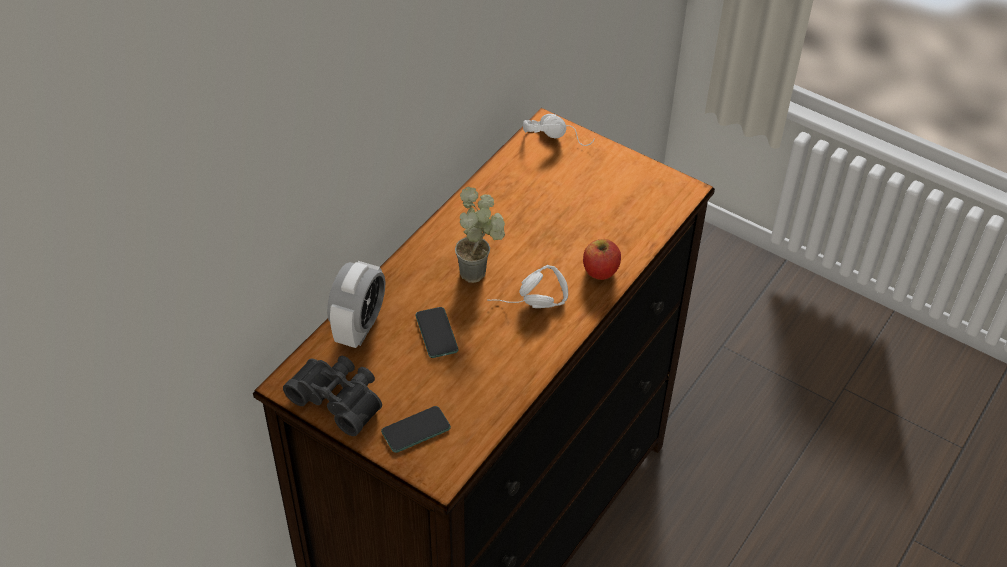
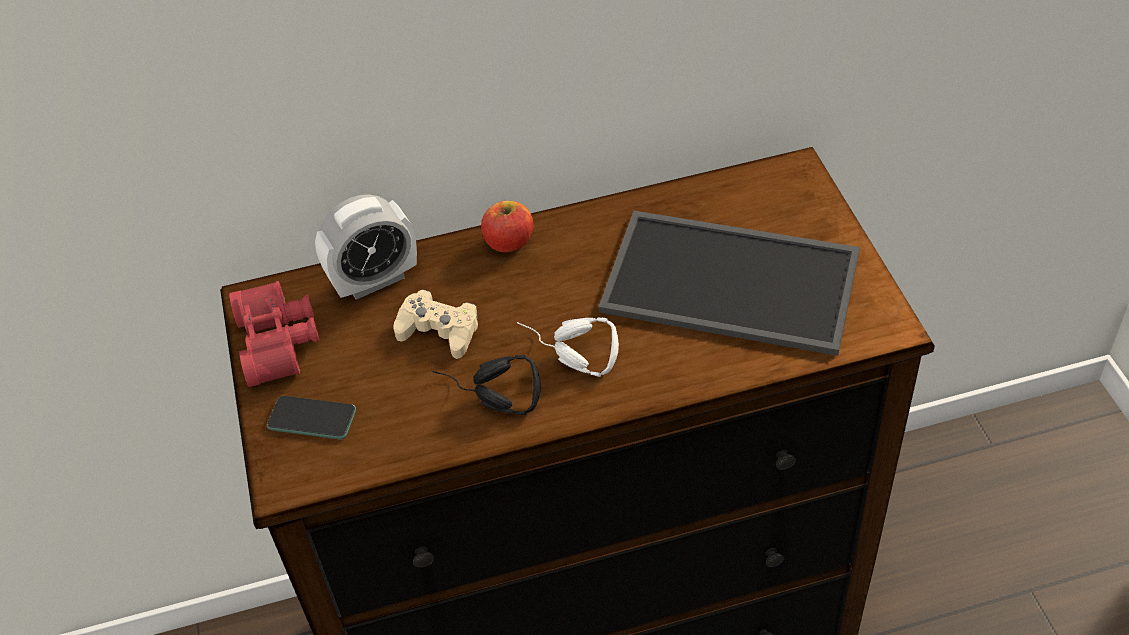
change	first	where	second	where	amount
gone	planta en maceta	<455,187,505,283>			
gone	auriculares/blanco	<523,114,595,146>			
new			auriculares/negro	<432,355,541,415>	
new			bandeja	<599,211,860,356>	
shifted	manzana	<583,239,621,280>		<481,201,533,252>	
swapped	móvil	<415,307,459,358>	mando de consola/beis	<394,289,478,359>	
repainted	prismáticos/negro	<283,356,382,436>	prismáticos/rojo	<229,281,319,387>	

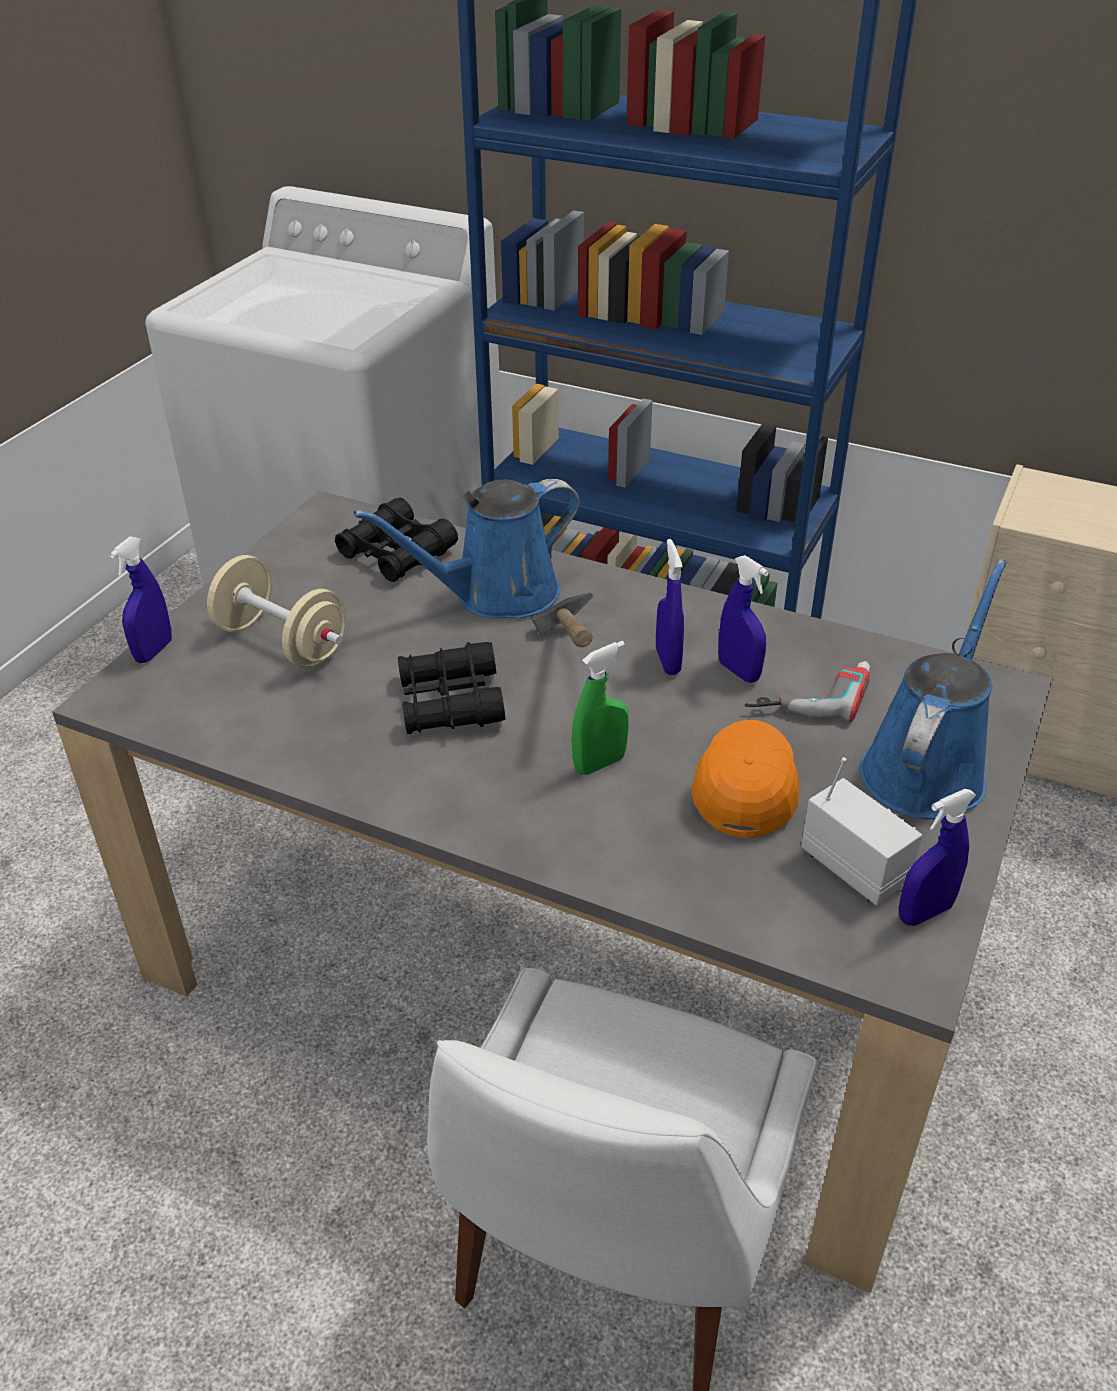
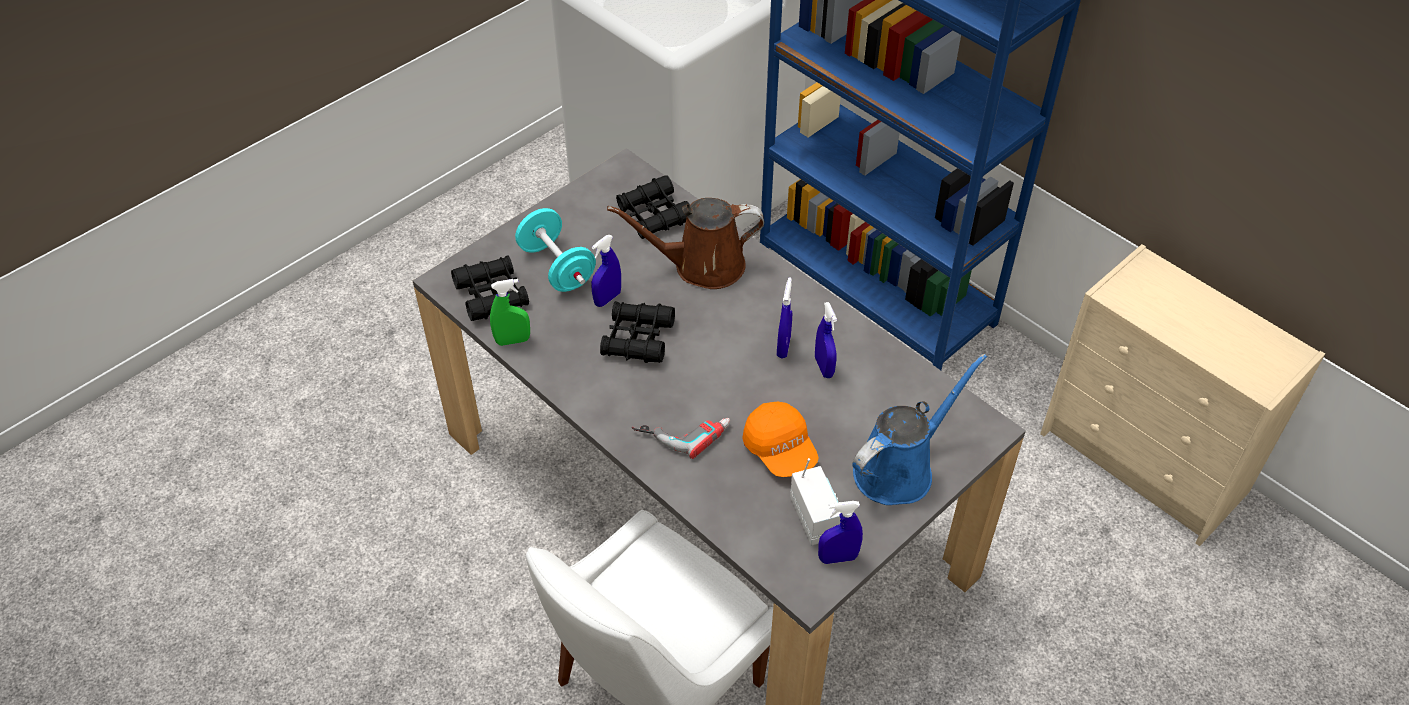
change	first	where	second	where	amount
gone	martillo	<532,592,593,647>			
new			prismáticos/negro	<451,255,529,321>	
shifted	pulverizador/azul	<110,536,172,663>		<591,235,621,307>	
shifted	pulverizador/verde	<571,641,629,775>		<490,279,530,346>	
shifted	taladro	<744,661,871,722>		<631,418,730,459>	
repainted	mancuerna/beis	<207,555,346,669>	mancuerna/turquesa	<515,208,596,292>	
repainted	regadera/azul	<354,479,580,618>	regadera/marrón	<607,198,764,289>	
rotated	gorra/naranja	<691,720,799,838>		<742,402,819,477>	120 degrees clockwise

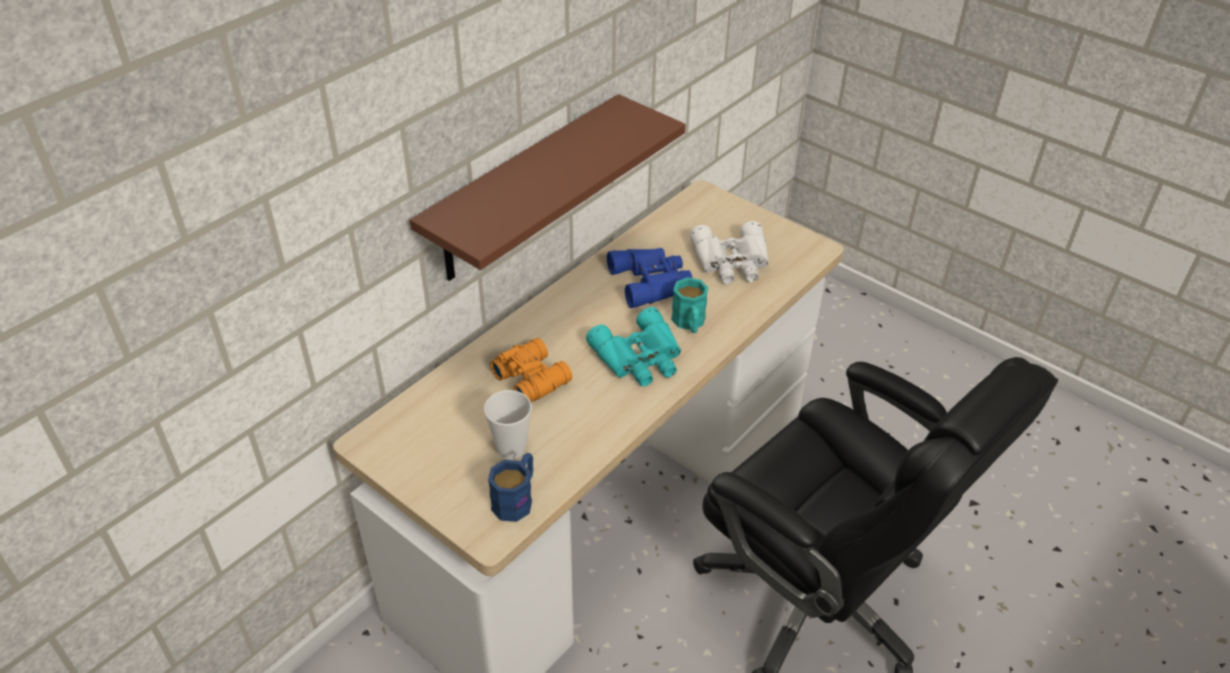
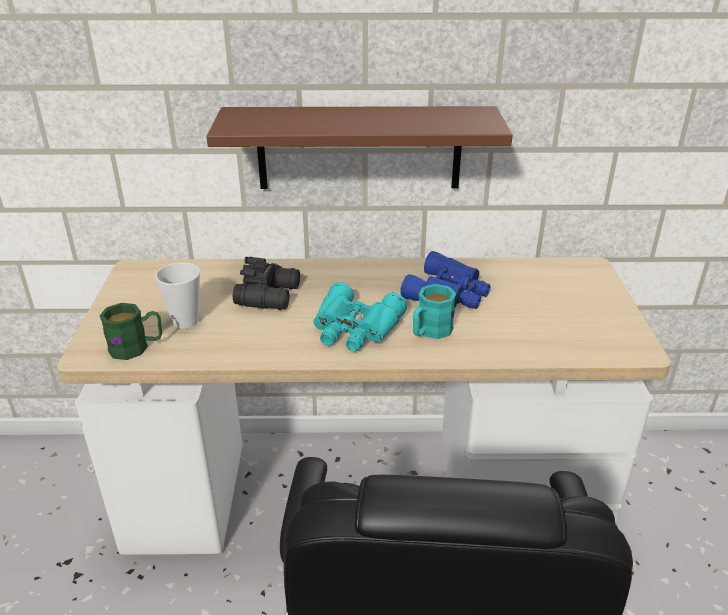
change	first	where	second	where	amount
gone	prismáticos/blanco	<690,221,769,284>			
repainted	taza grande/azul	<488,453,533,522>	taza grande/verde	<99,303,162,360>	
repainted	prismáticos/naranja	<490,338,572,403>	prismáticos/negro	<233,257,300,310>	

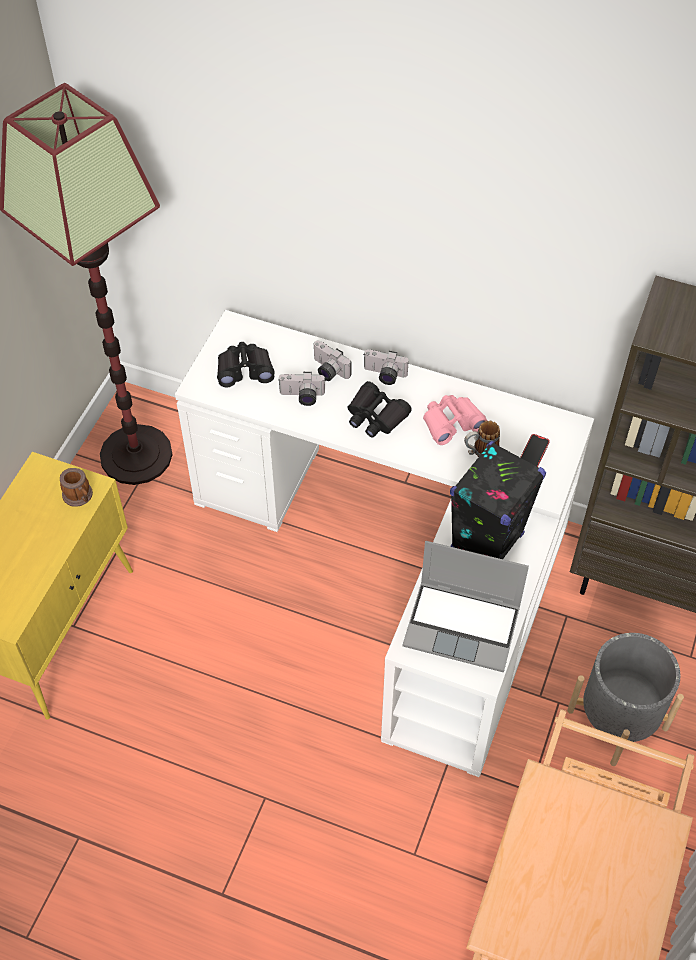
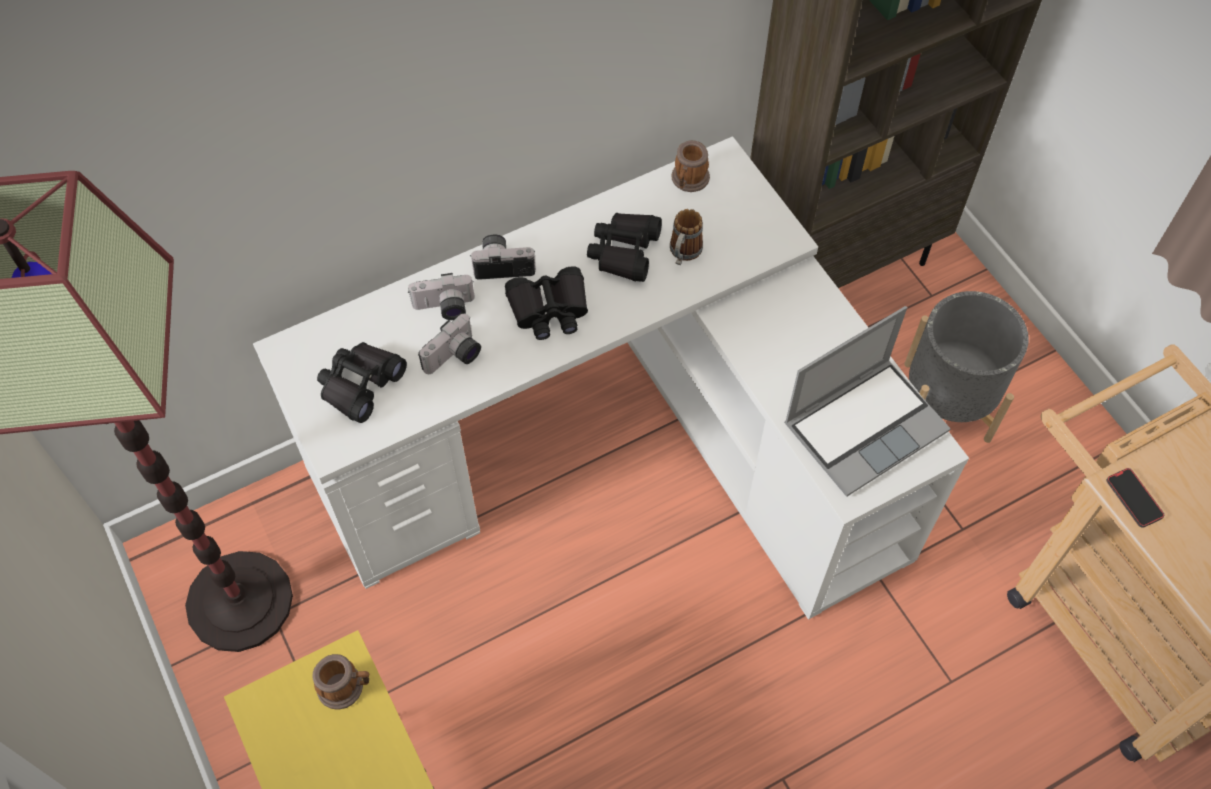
change	first	where	second	where	amount
gone	altavoz/negro	<450,441,546,559>			
new			taza grande	<671,140,710,192>	
shifted	móvil	<520,434,550,467>		<1106,468,1164,528>	
repainted	prismáticos/rosa	<423,395,487,445>	prismáticos/negro	<587,213,662,282>	
rotated	cámara	<364,349,409,385>		<471,234,536,280>	150 degrees counterclockwise

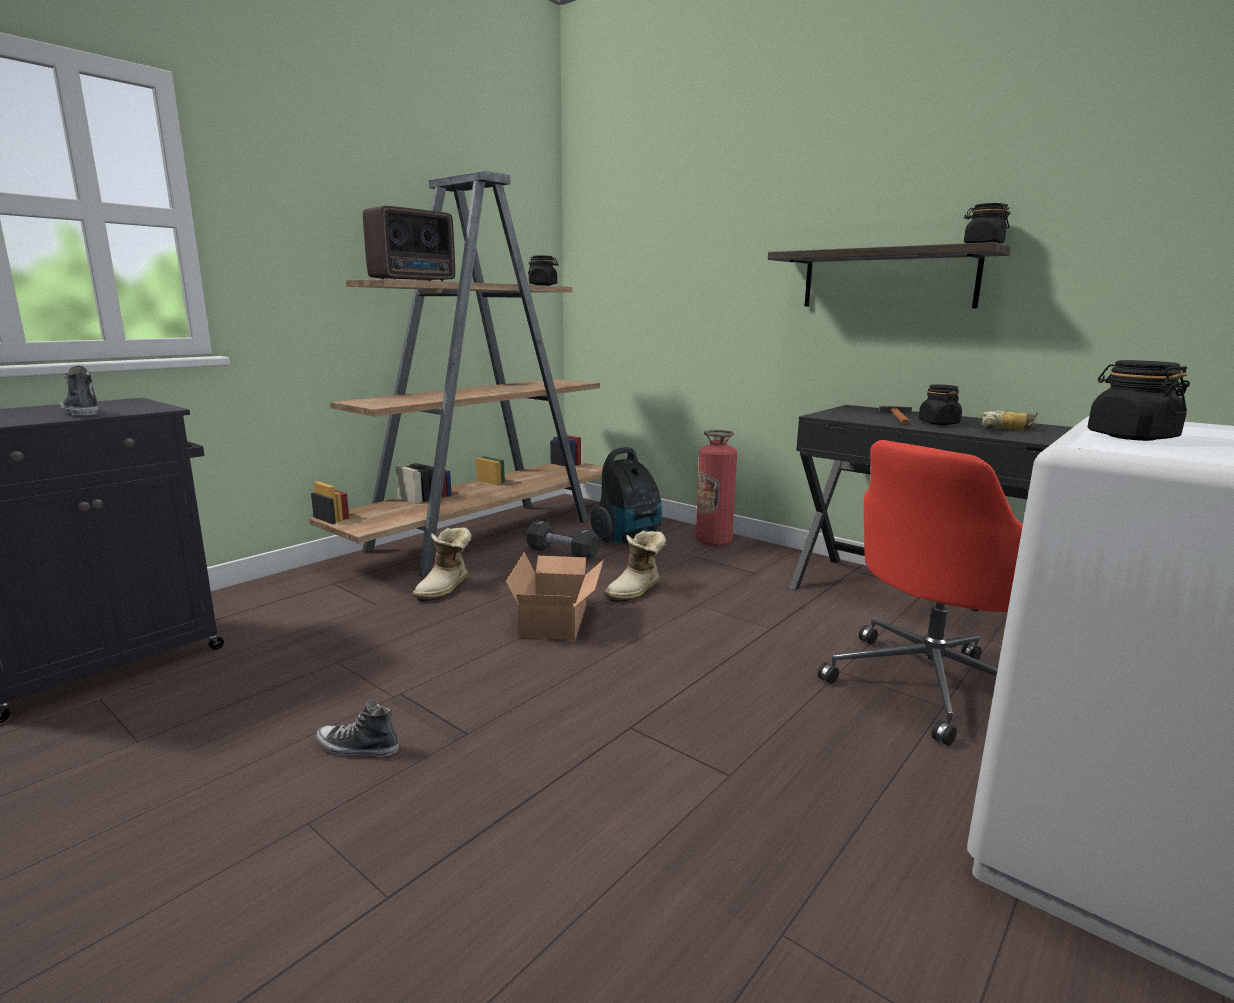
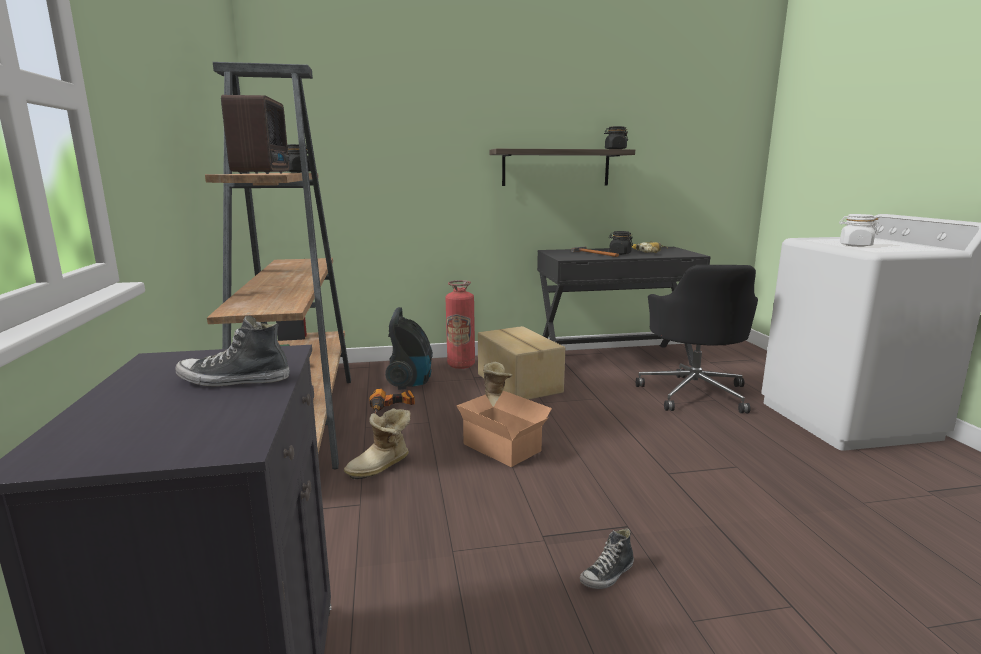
change	first	where	second	where	amount
new			caja de cartón	<478,326,565,400>	
swapped	mancuerna/negro	<526,520,599,561>	taladro	<369,389,415,414>	
repainted	silla de oficina/rojo	<818,440,1023,746>	silla de oficina/negro	<636,265,758,413>	
repainted	tarro/negro	<1087,360,1190,441>	tarro/blanco	<839,214,879,247>	
rotated	bota	<413,528,472,601>		<344,408,410,479>	75 degrees clockwise

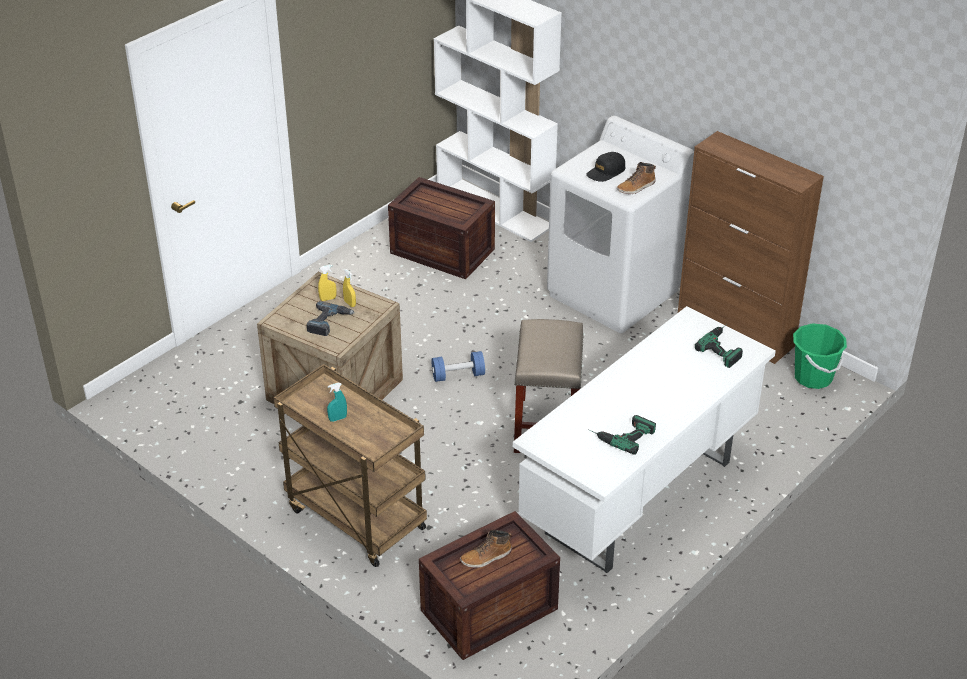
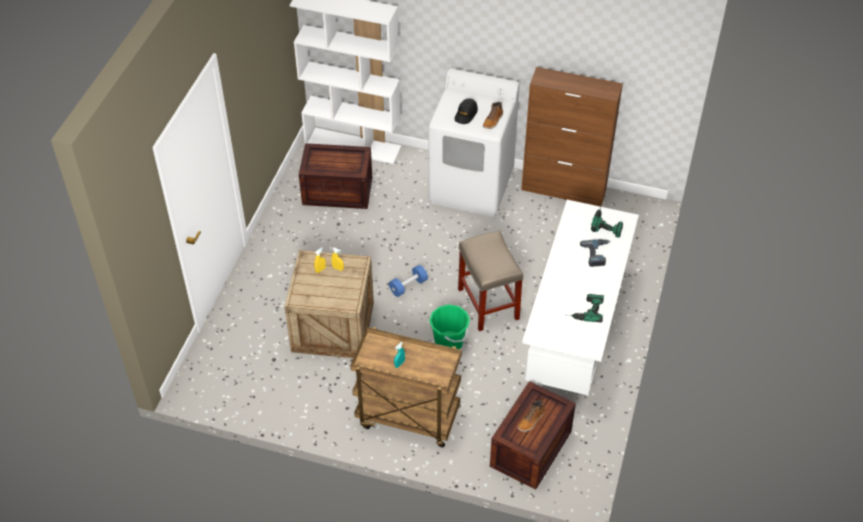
change	first	where	second	where	amount
shifted	taladro	<307,301,355,336>		<580,239,611,267>	
shifted	cubo/verde	<793,323,847,389>		<429,304,470,349>	

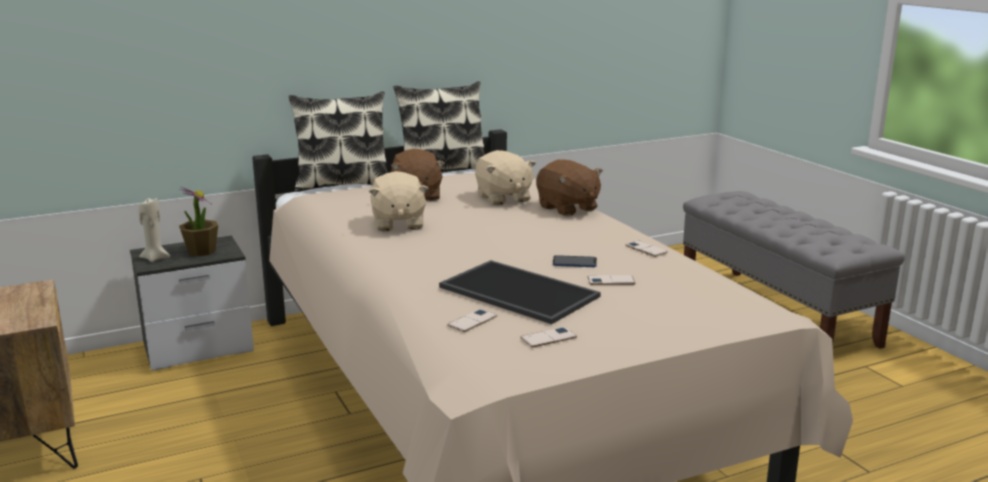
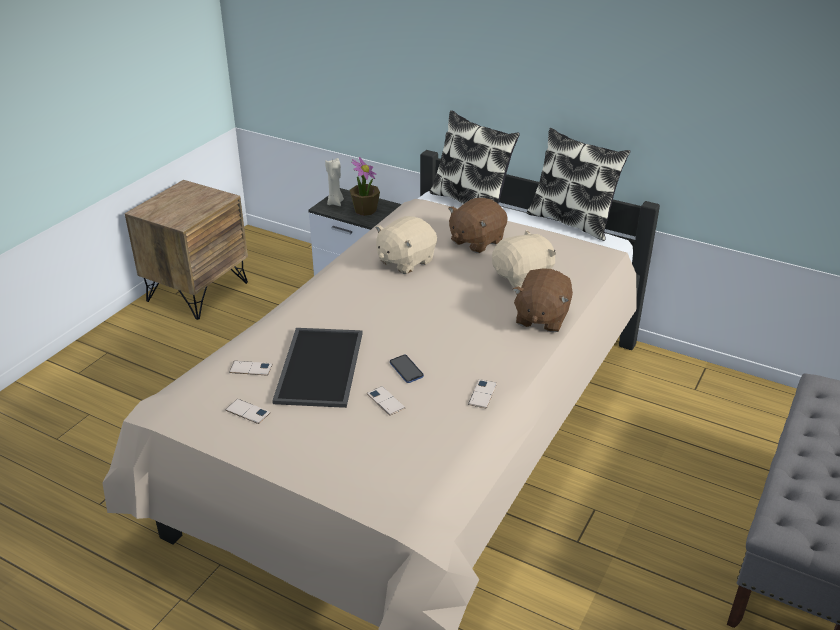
change	first	where	second	where	amount
rotated	peluche/beis	<475,150,536,205>		<492,230,556,288>	150 degrees counterclockwise

